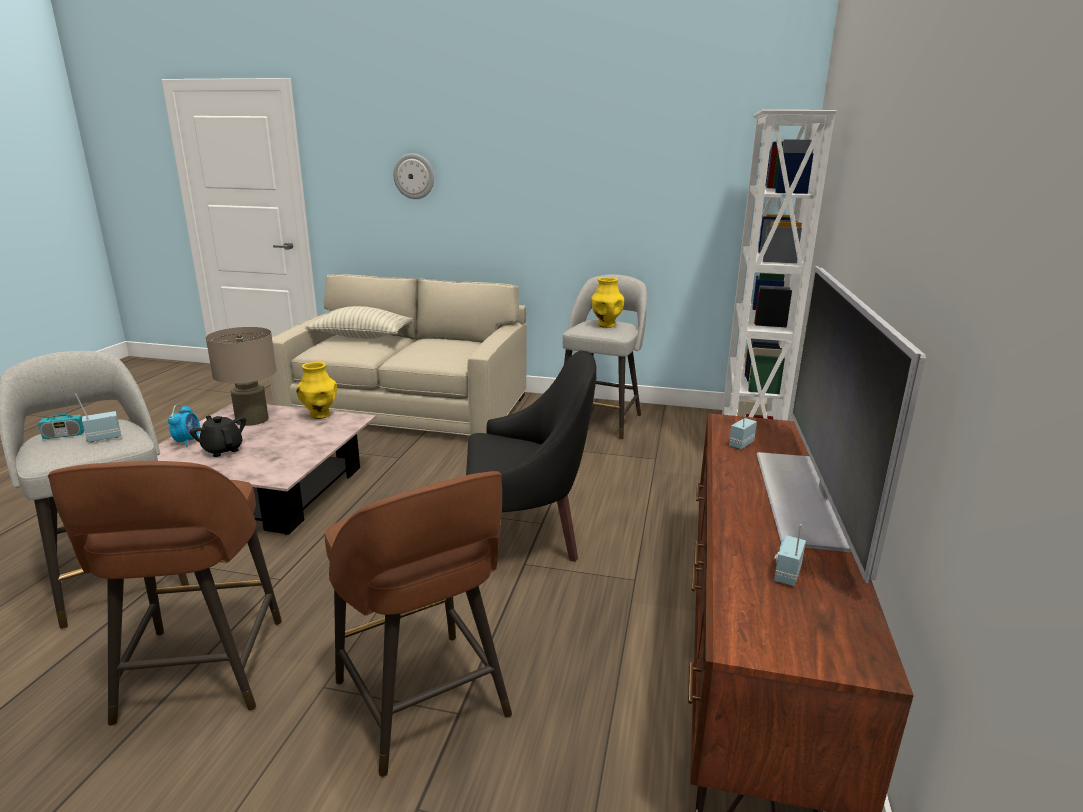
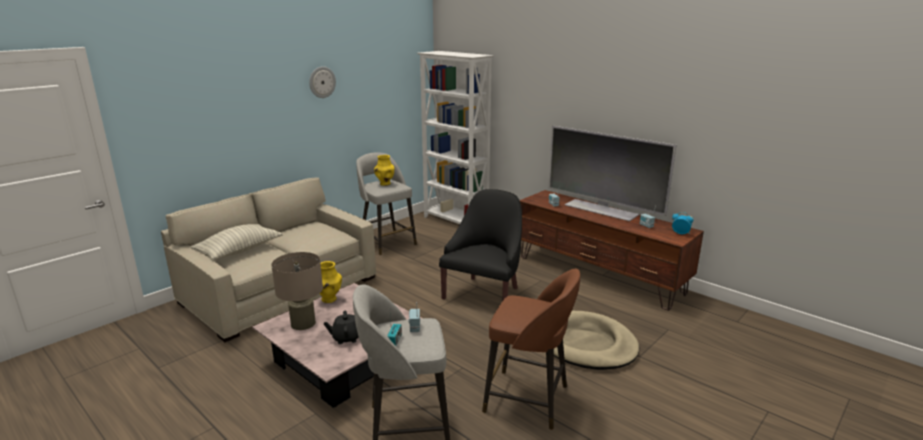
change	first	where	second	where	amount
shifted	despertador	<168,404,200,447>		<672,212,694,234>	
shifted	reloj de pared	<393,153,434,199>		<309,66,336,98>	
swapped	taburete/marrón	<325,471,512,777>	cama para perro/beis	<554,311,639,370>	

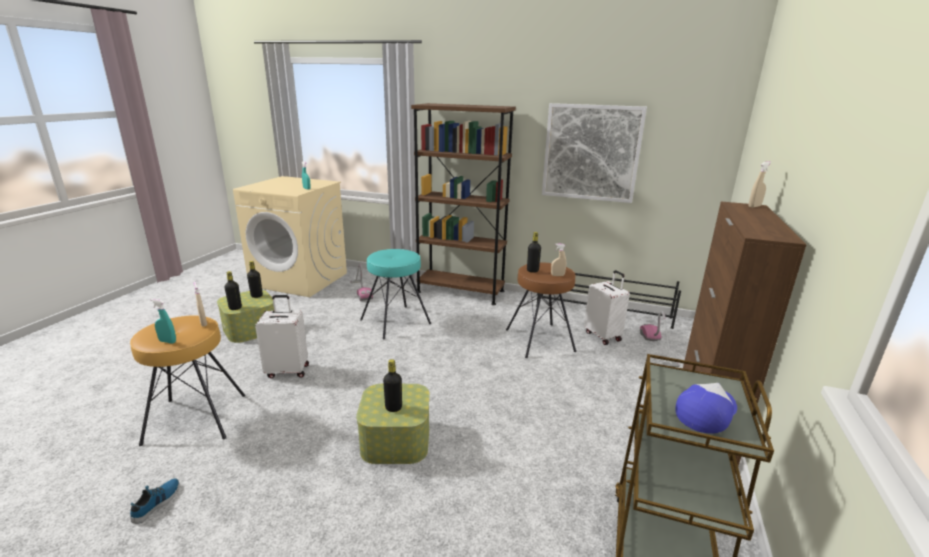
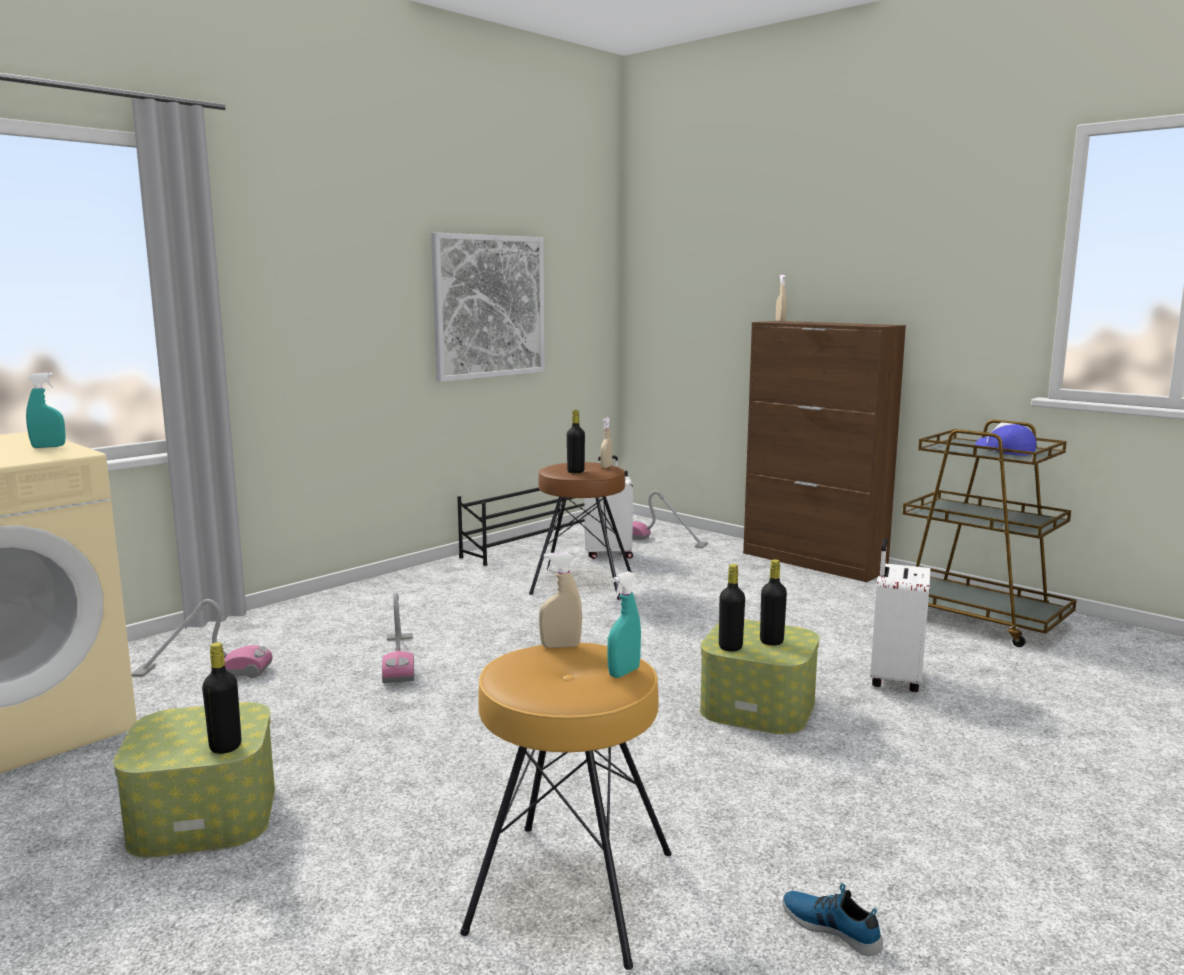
change	first	where	second	where	amount
gone	estantería/marrón	<411,103,516,305>			
shifted	botella/negro	<247,261,263,298>		<719,564,745,652>	
shifted	maleta/blanco	<255,295,309,378>		<870,538,930,692>	
swapped	taburete/turquesa	<360,249,431,340>	aspiradora	<382,592,415,683>	

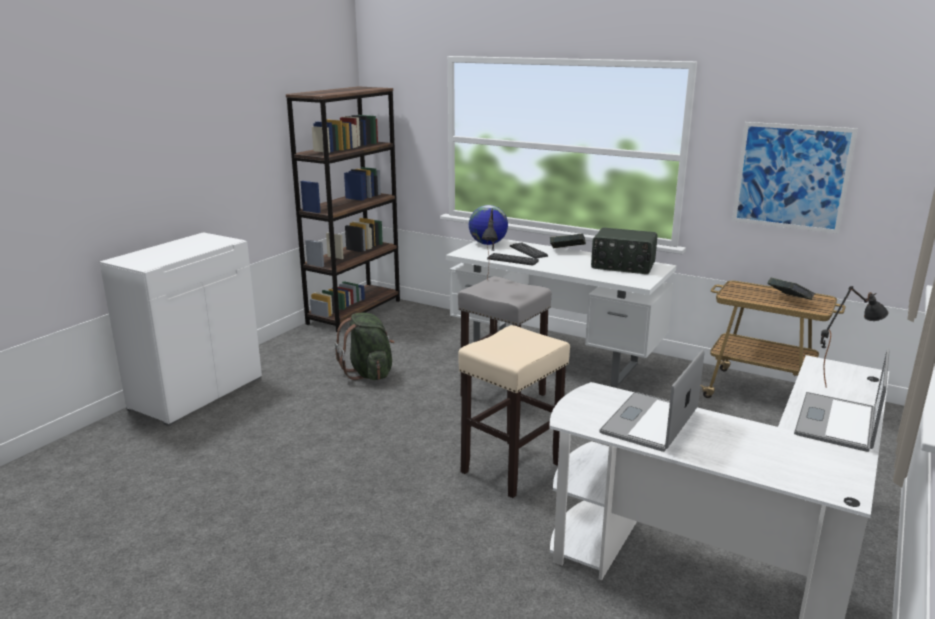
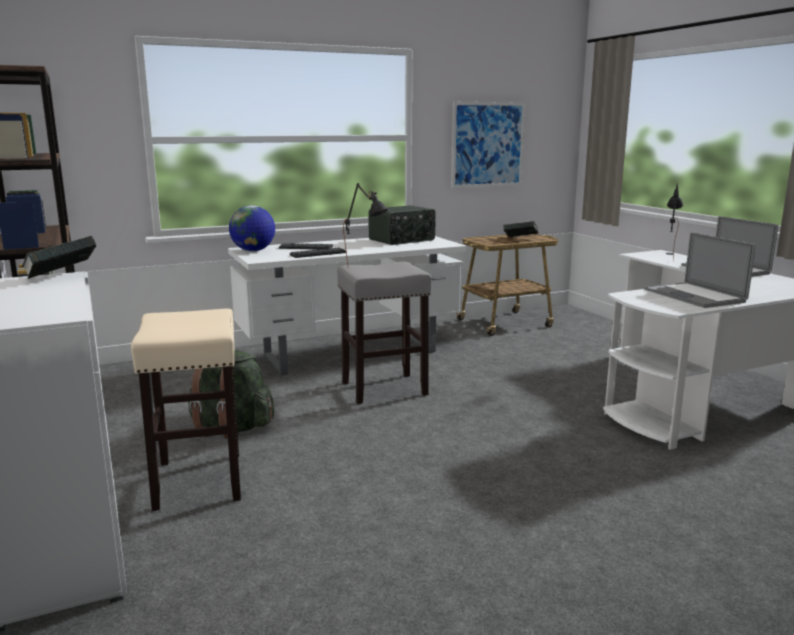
change	first	where	second	where	amount
shifted	taburete/beis	<458,325,570,498>		<131,309,241,511>	
shifted	libro	<550,233,586,249>		<22,236,96,279>	

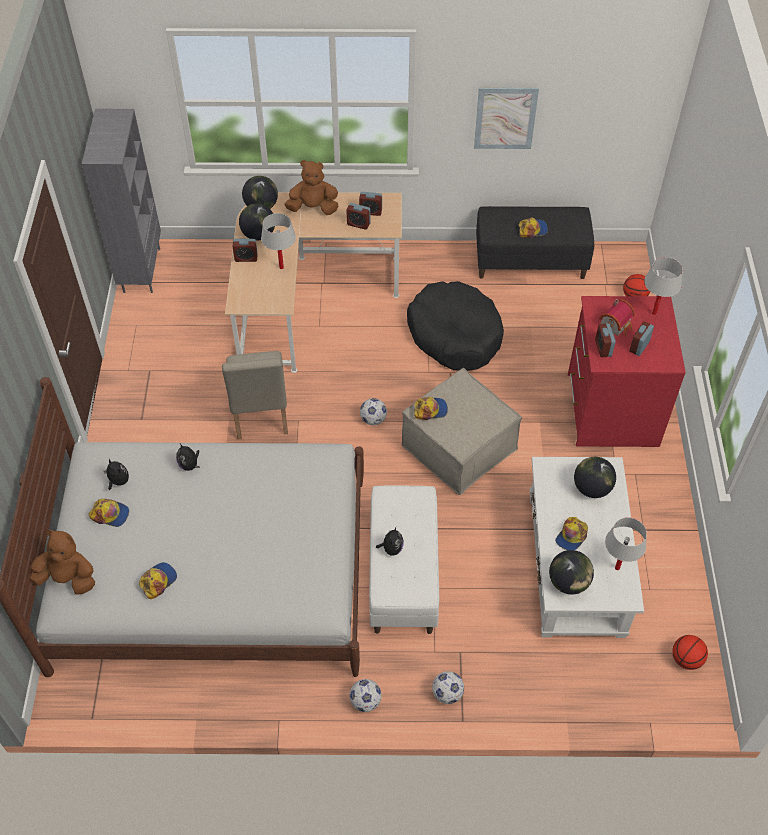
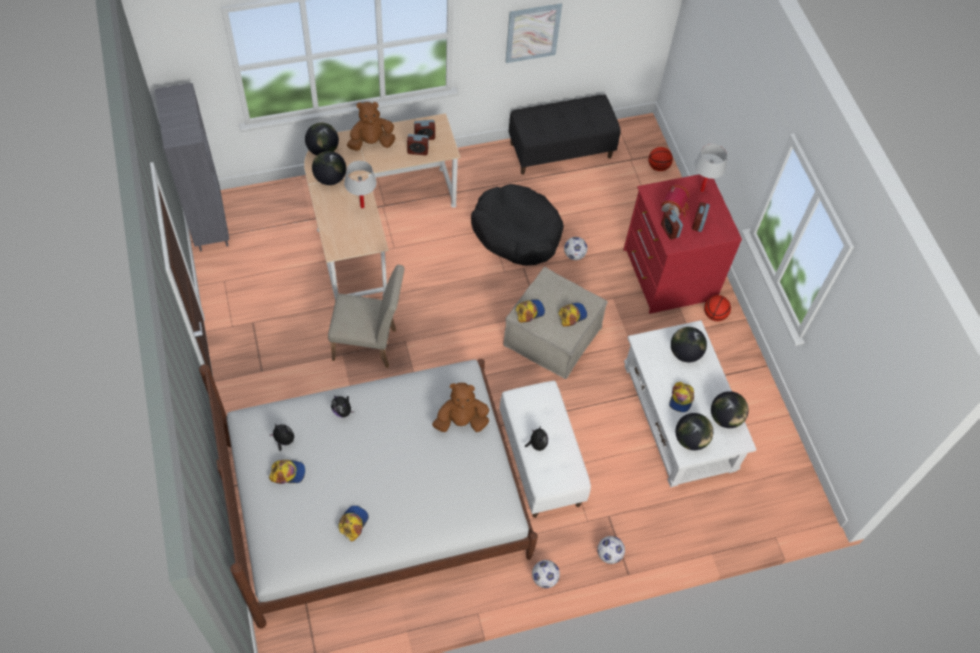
change	first	where	second	where	amount
gone	despertador	<233,239,258,262>			
shifted	peluche/marrón	<30,530,95,595>		<432,383,489,432>	
shifted	balón de fútbol	<360,398,387,425>		<564,237,587,260>	
shifted	gorra	<519,218,548,238>		<558,303,587,327>	
shifted	balón de baloncesto	<672,635,708,670>		<704,295,731,321>	
swapped	lámpara de mesa/blanco	<605,517,647,570>	globo terráqueo	<711,391,749,428>	
rotated	silla/beis	<222,351,288,439>		<328,265,404,368>	60 degrees counterclockwise

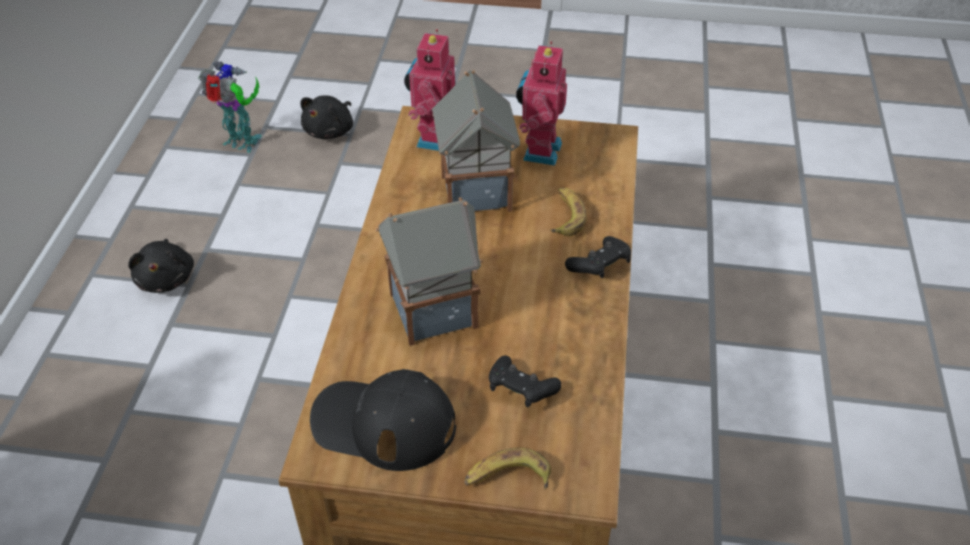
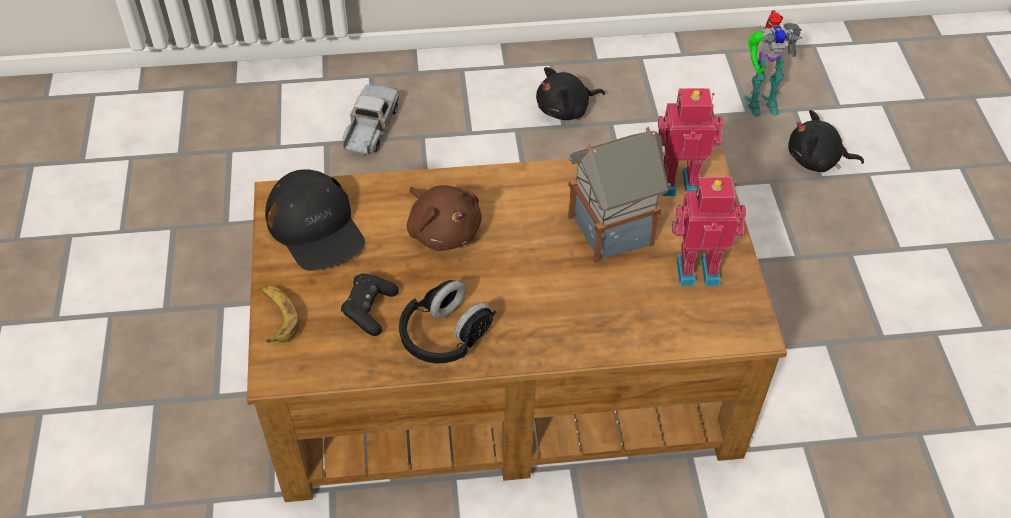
change	first	where	second	where	amount
gone	plátano	<550,188,587,236>			
gone	mando de consola/negro	<565,236,631,278>			
new			camión de juguete	<342,85,399,156>	
new			auriculares/negro	<399,280,497,363>	
swapped	casita	<376,197,483,346>	peluche/marrón	<407,185,482,251>	
rotated	robot de juguete	<198,61,262,153>		<743,10,802,117>	75 degrees clockwise
rotated	gorra/negro	<310,369,456,471>		<265,169,365,271>	150 degrees clockwise

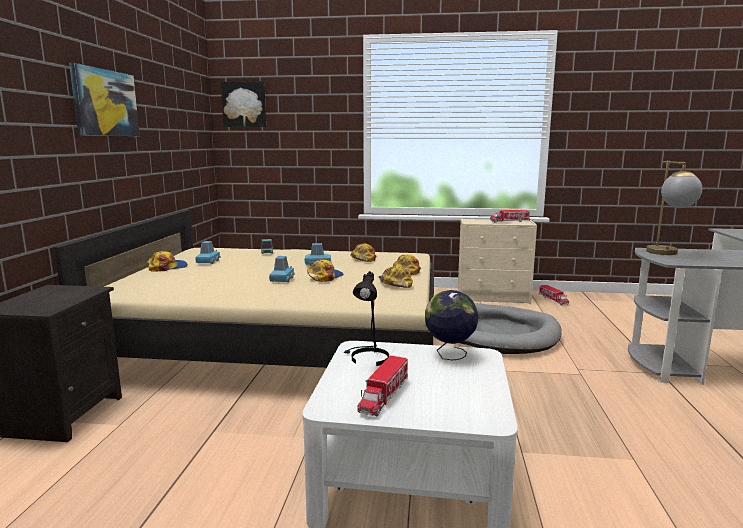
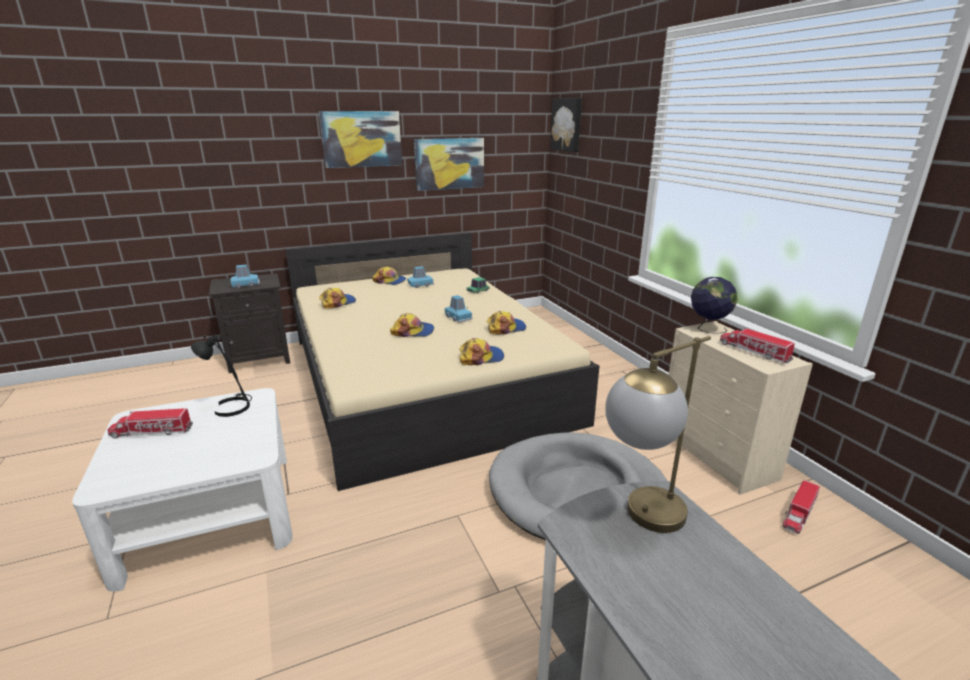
change	first	where	second	where	amount
new			cuadro	<414,138,484,191>	
shifted	coche de juguete/azul	<269,256,295,282>		<231,265,260,288>	
shifted	gorra	<378,266,413,288>		<319,288,356,309>	
shifted	globo terráqueo	<425,290,478,360>		<691,277,738,334>	

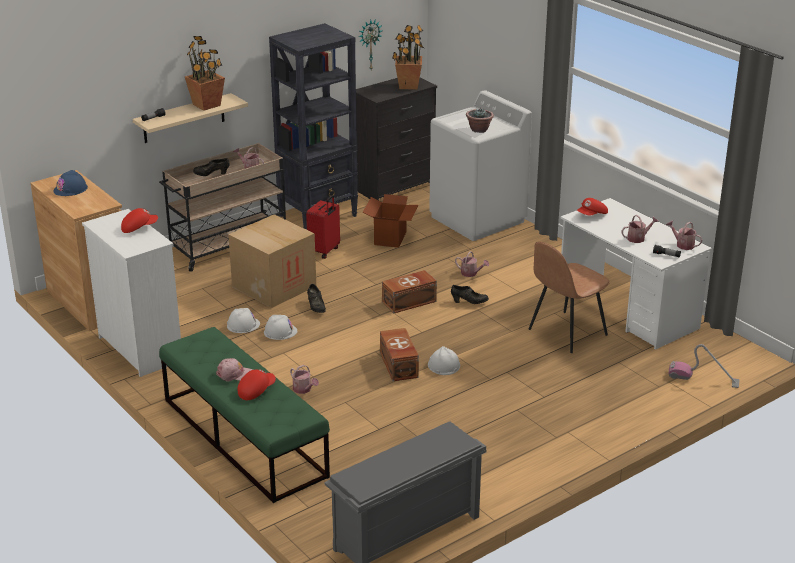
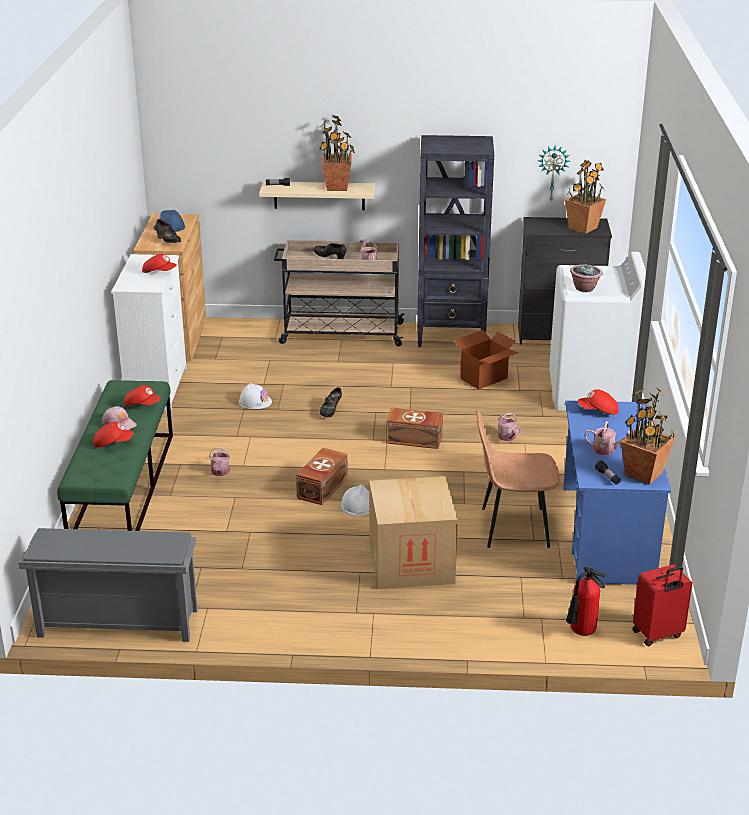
change	first	where	second	where	amount
gone	casco/blanco	<264,315,298,340>			
new			gorra/rojo	<124,385,161,406>	
shifted	caja de cartón	<228,215,316,308>		<369,476,458,589>	
shifted	maleta/rojo	<306,195,340,259>		<632,564,692,646>	
shifted	zapato/negro	<451,285,489,304>		<155,219,181,243>	
swapped	regadera	<666,221,702,250>	planta en maceta	<621,387,675,485>	
swapped	aspiradora	<669,344,740,388>	extintor	<566,567,606,636>	
repainted	escritorio/blanco	<561,198,712,350>	escritorio/azul	<563,400,671,585>	

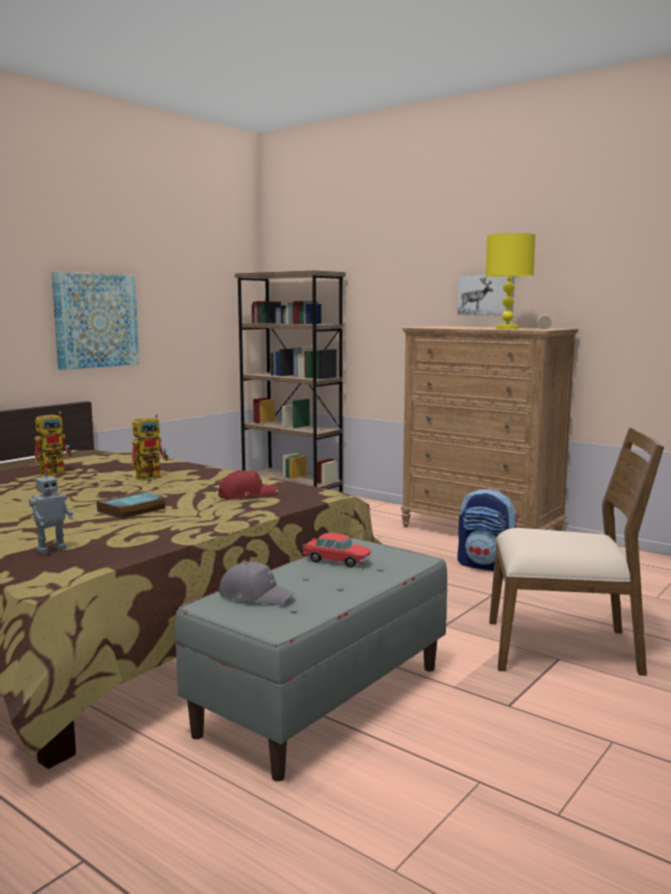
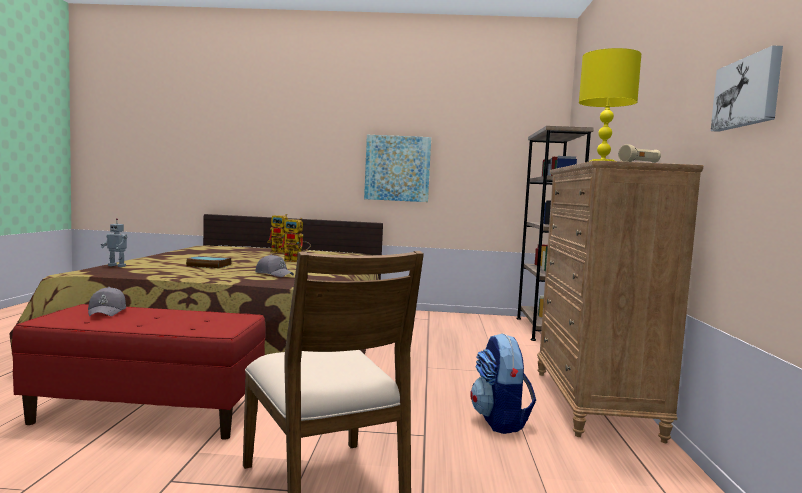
change	first	where	second	where	amount
gone	coche de juguete	<303,533,371,568>			
shifted	cuadro	<458,275,514,316>		<711,46,783,132>	
repainted	banco/gris	<175,538,448,781>	banco/rojo	<12,304,265,440>	
repainted	gorra/rojo	<218,470,276,499>	gorra/gris	<255,255,294,277>	

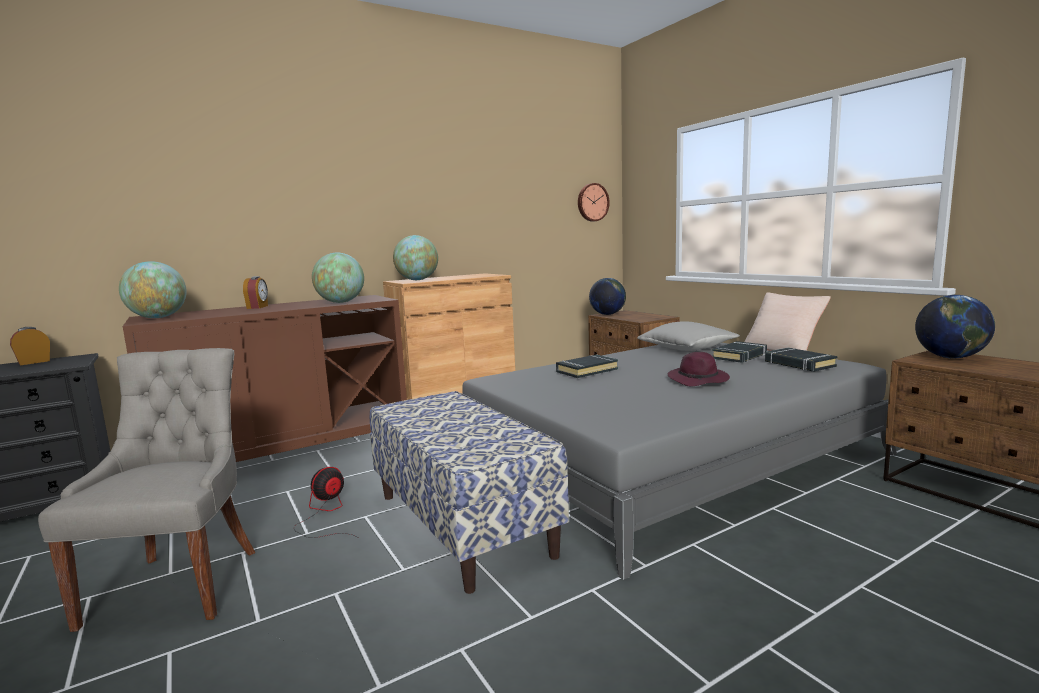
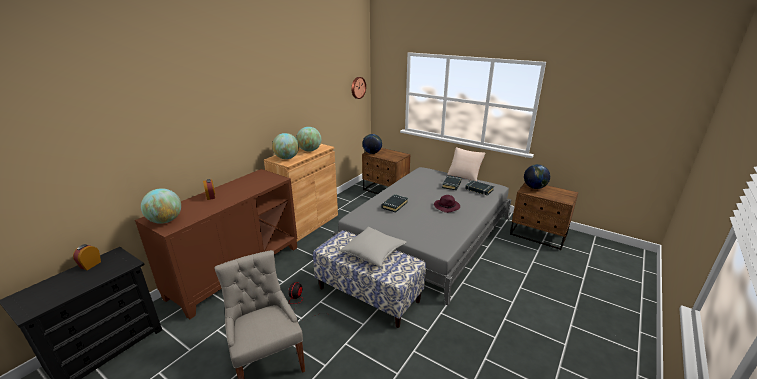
change	first	where	second	where	amount
shifted	globo terráqueo	<312,253,364,303>		<296,127,321,152>	
shifted	cojín/gris	<637,322,740,351>		<339,227,407,267>	

